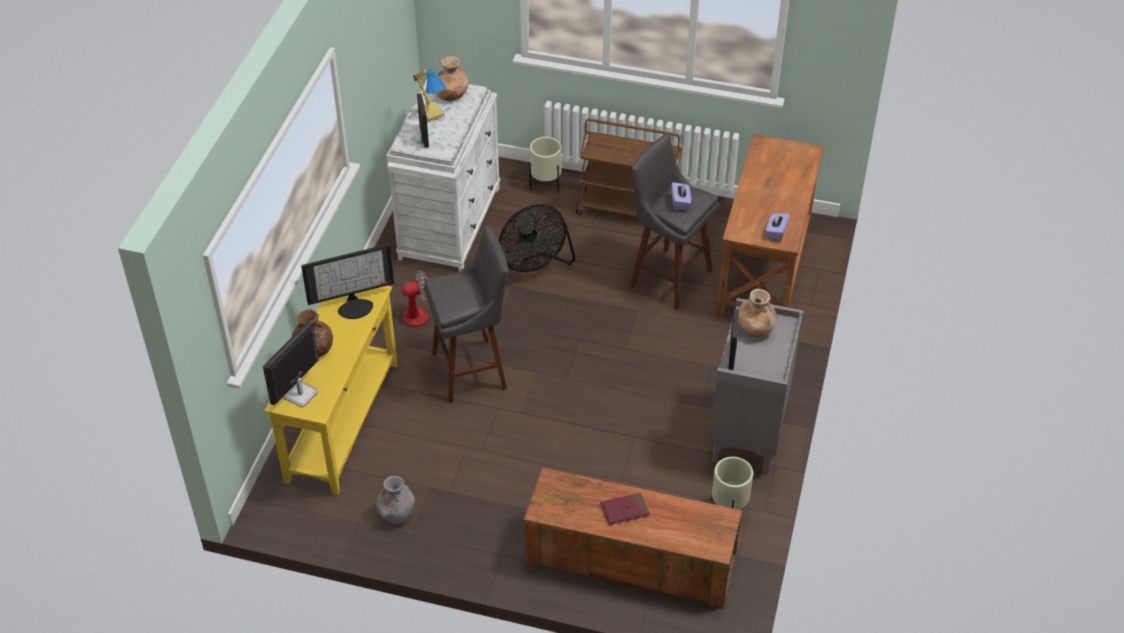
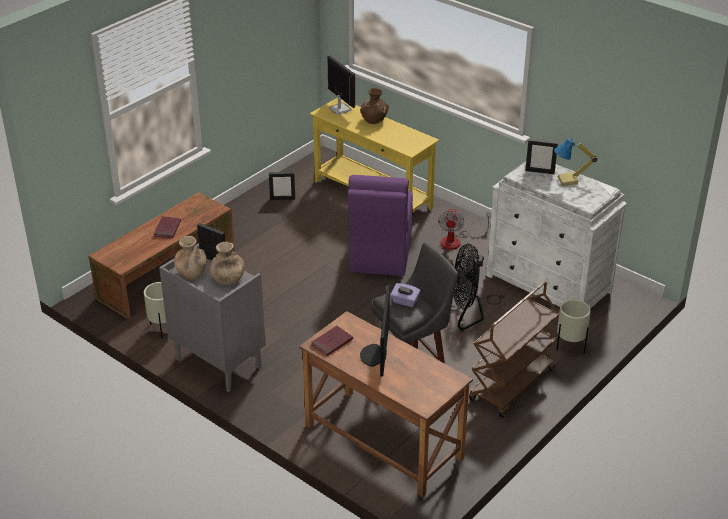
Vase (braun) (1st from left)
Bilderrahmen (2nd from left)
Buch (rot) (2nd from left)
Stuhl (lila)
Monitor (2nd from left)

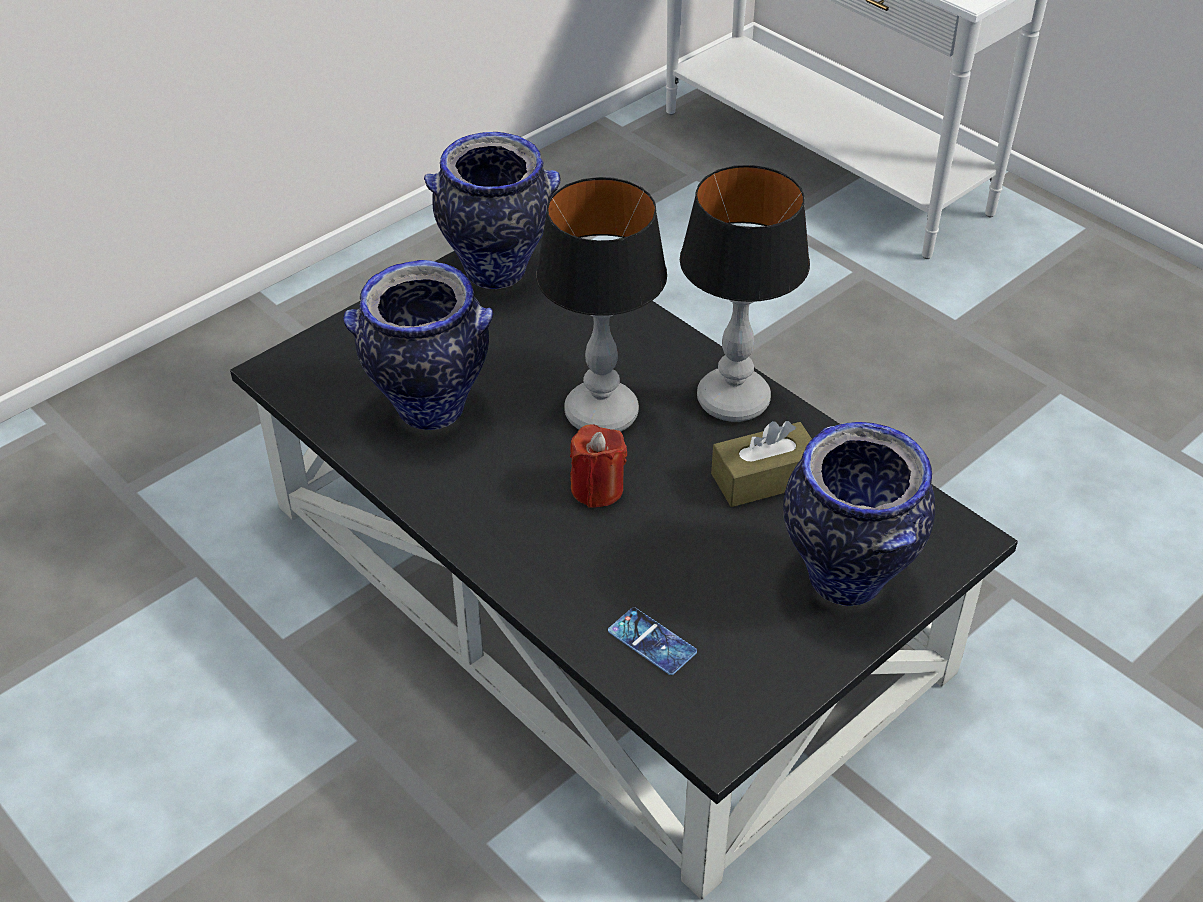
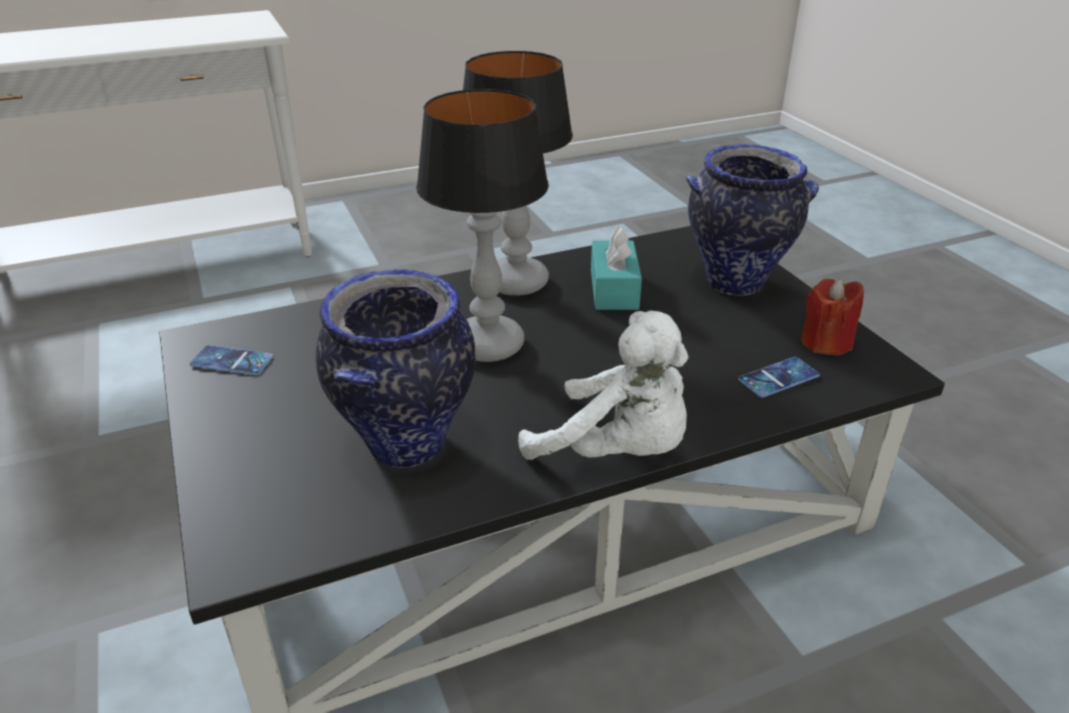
Handy (1st from left)
Plüschtier (weiß)
Taschentuchbox (türkis)
Kerze (rot)

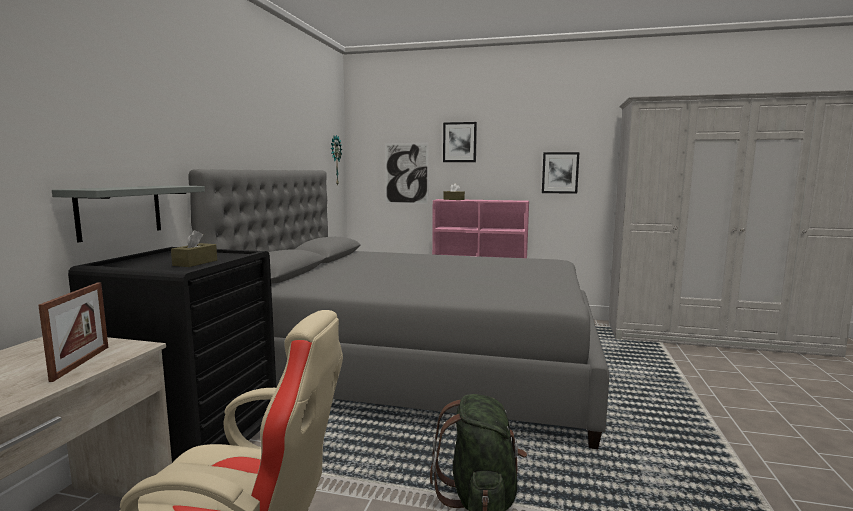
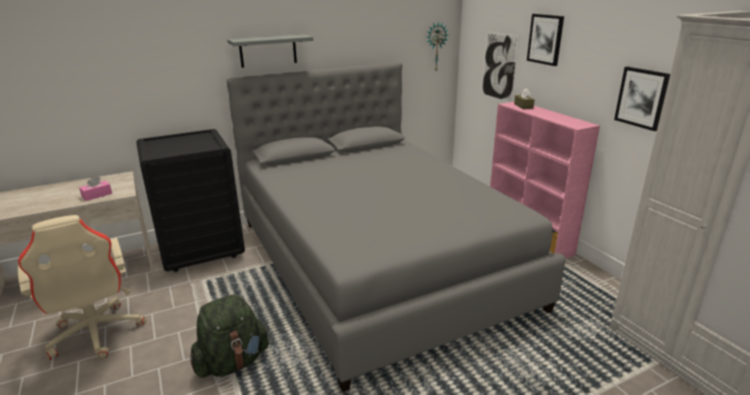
Taschentuchbox (rosa)
Wandregal (grau)
Taschentuchbox (braun) (1st from left in the first image)

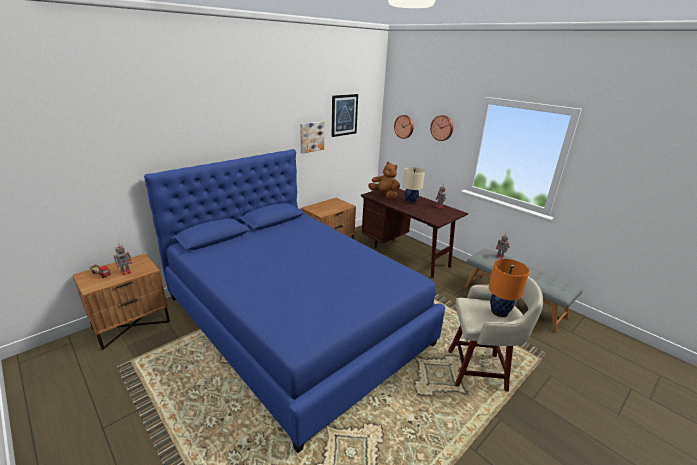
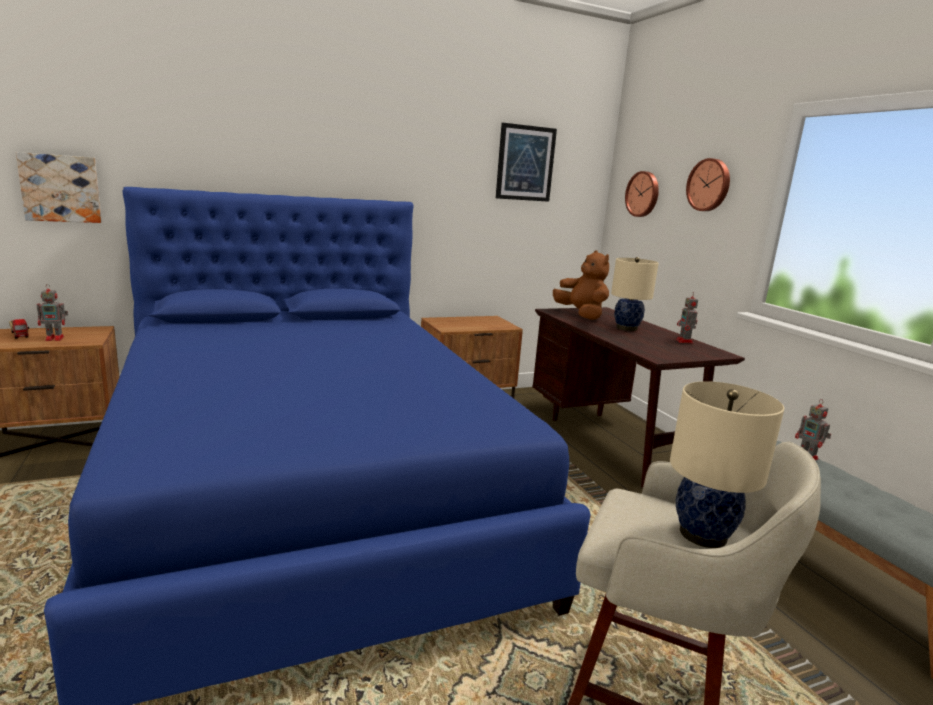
Bild (1st from left)
Tischlampe (beige) (2nd from left)

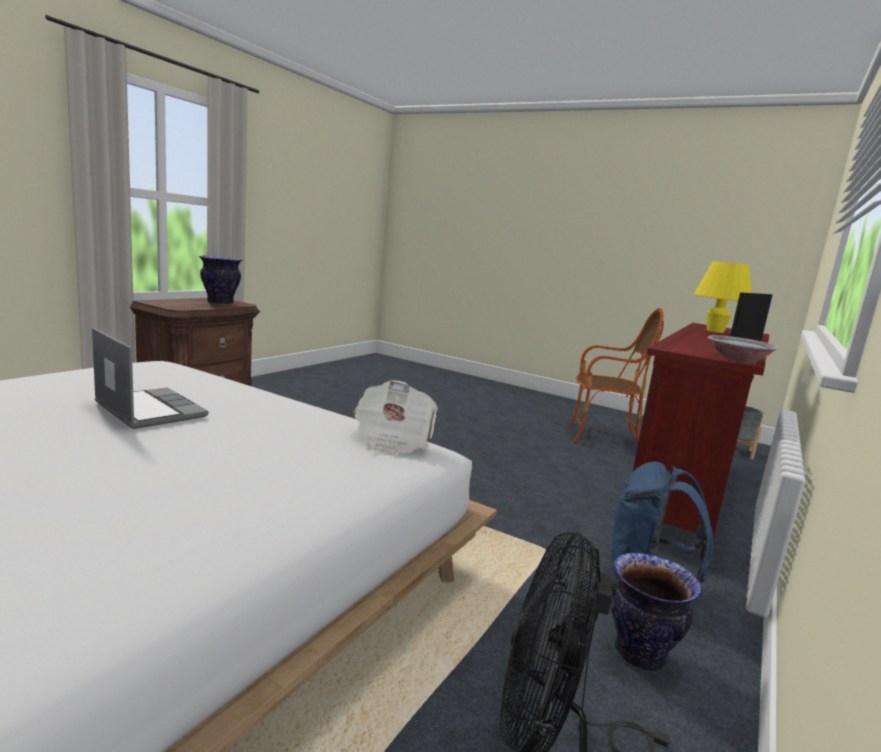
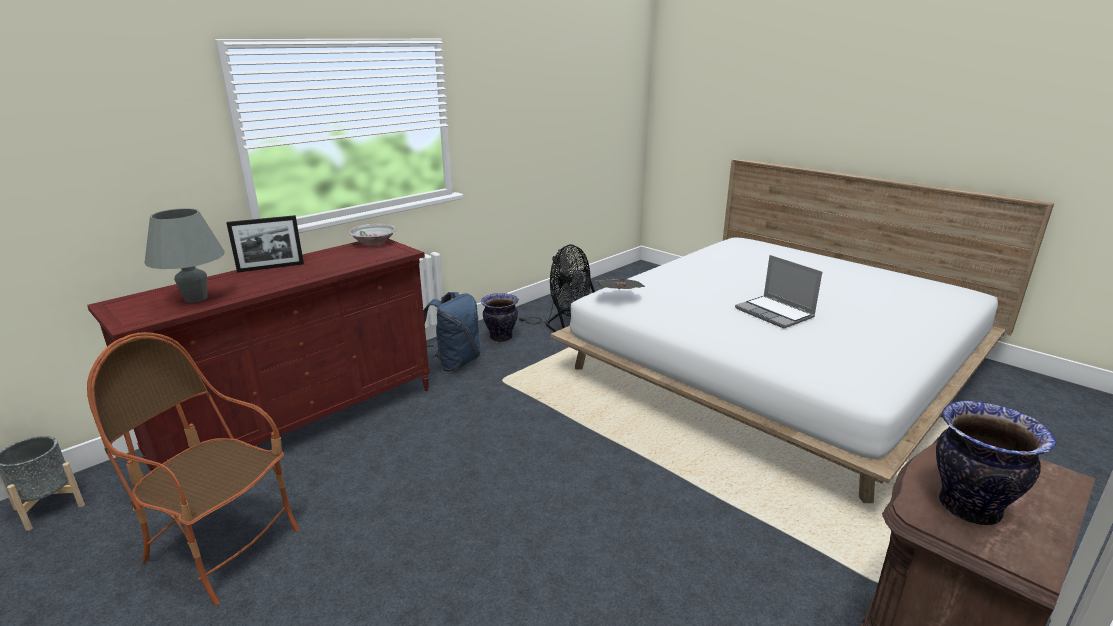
Tischlampe (grau)

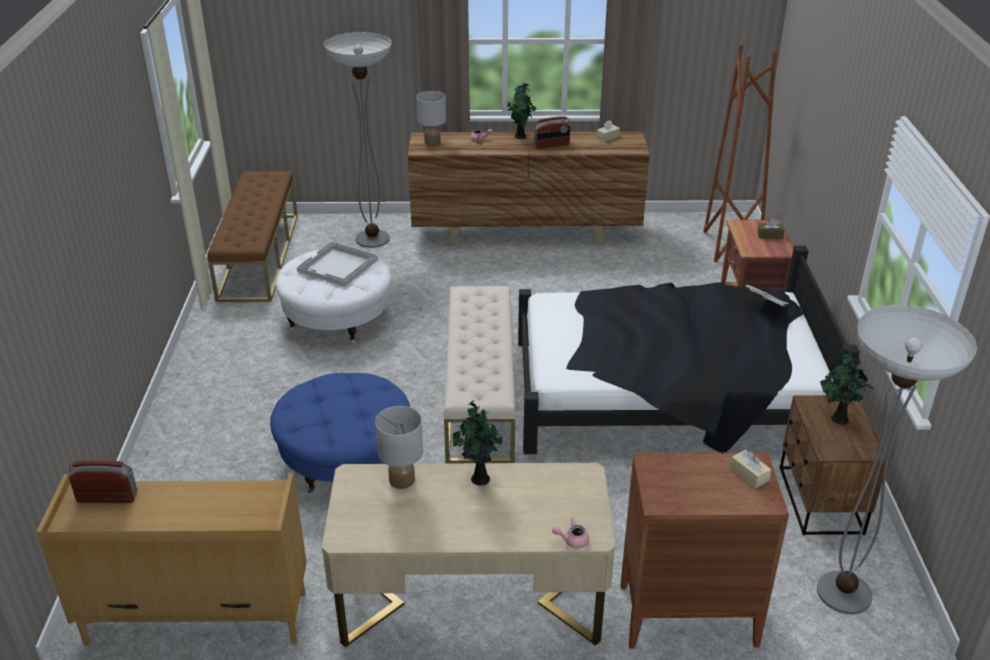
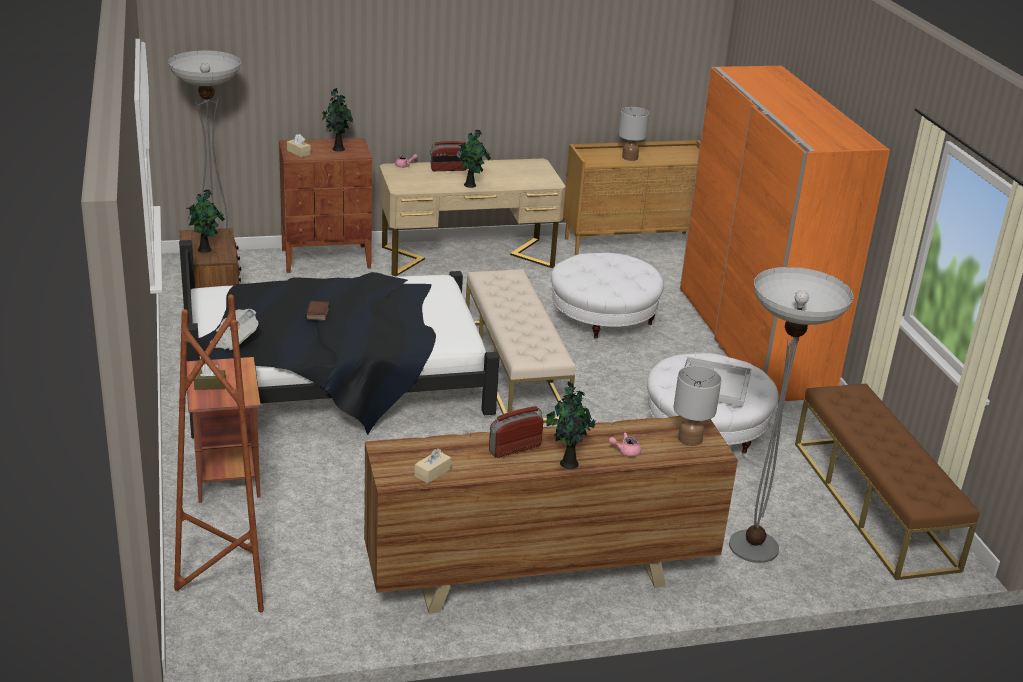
Buch
Topfpflanze (2nd from left)
Radio (1st from left)
Polsterhocker (weiß) (1st from left)
Tischlampe (grau) (1st from left)
Kleiderschrank (orange)

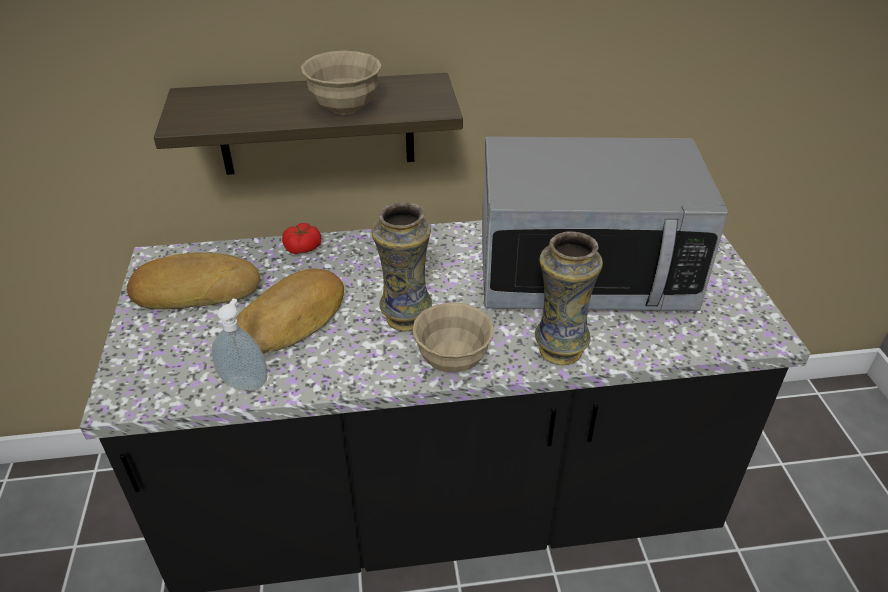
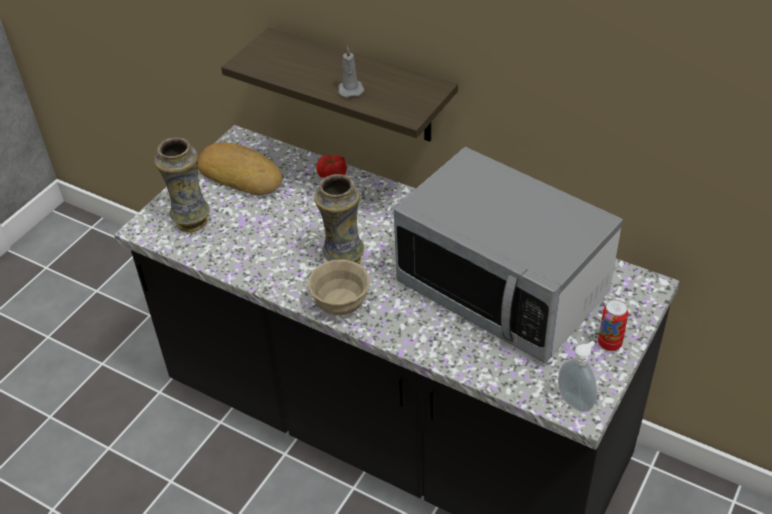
Vase (1st from left)
Kerze (grau)
Seifenspender
Dose
Brot (2nd from left in the first image)

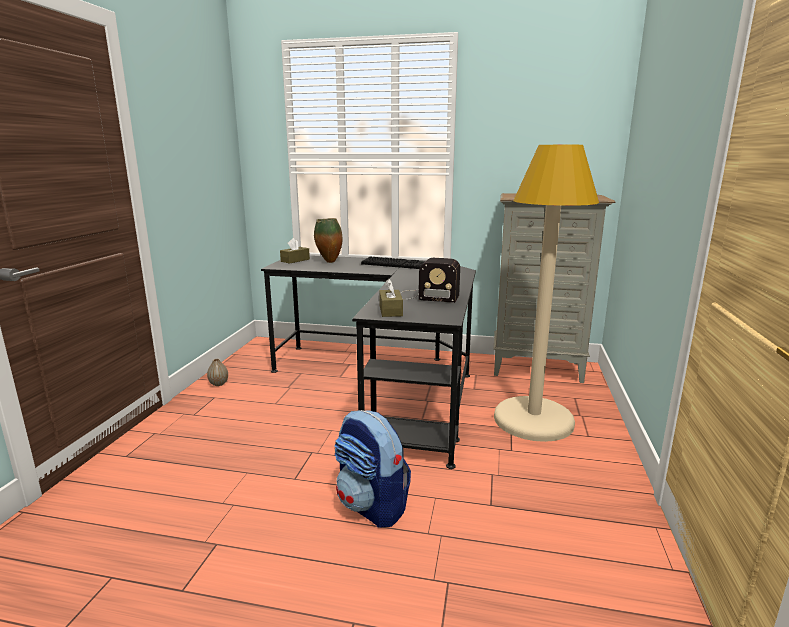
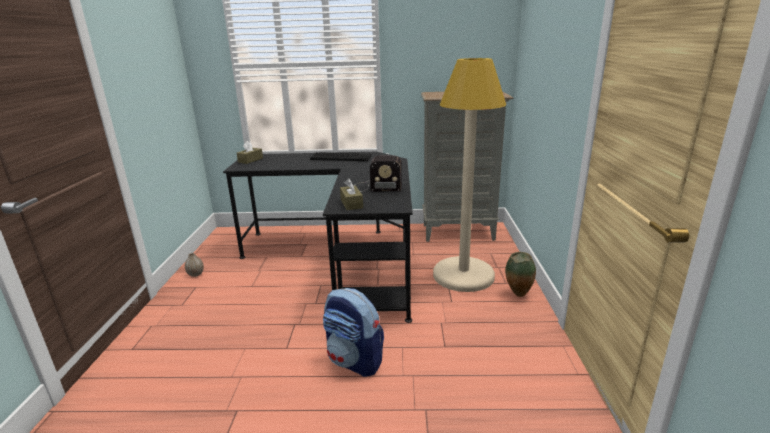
Vase (2nd from left)

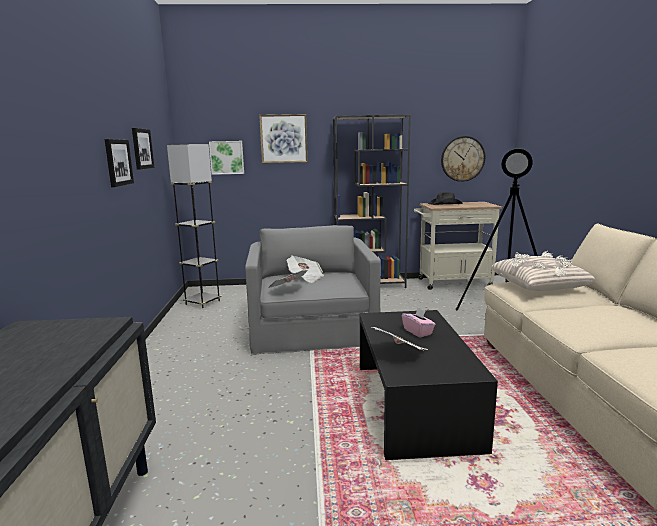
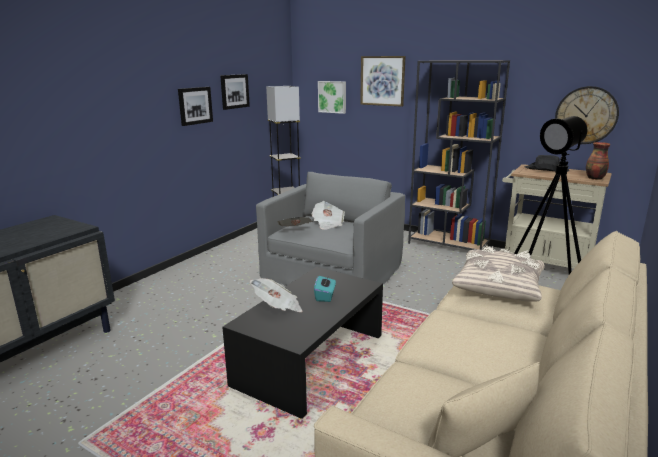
Taschentuchbox (türkis)
Vase

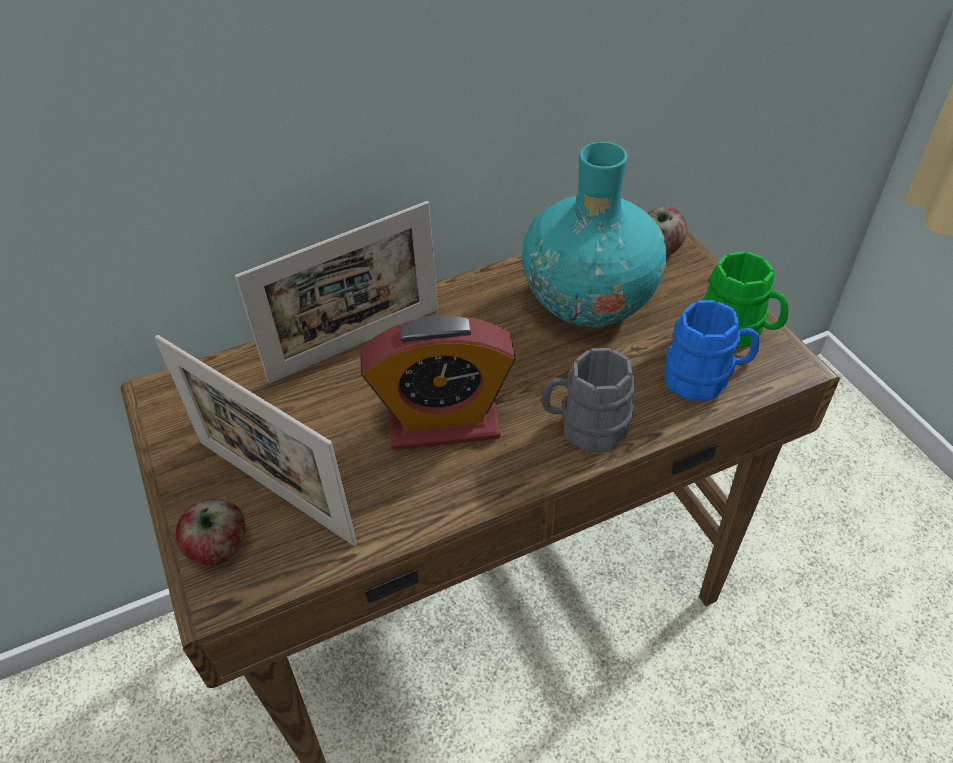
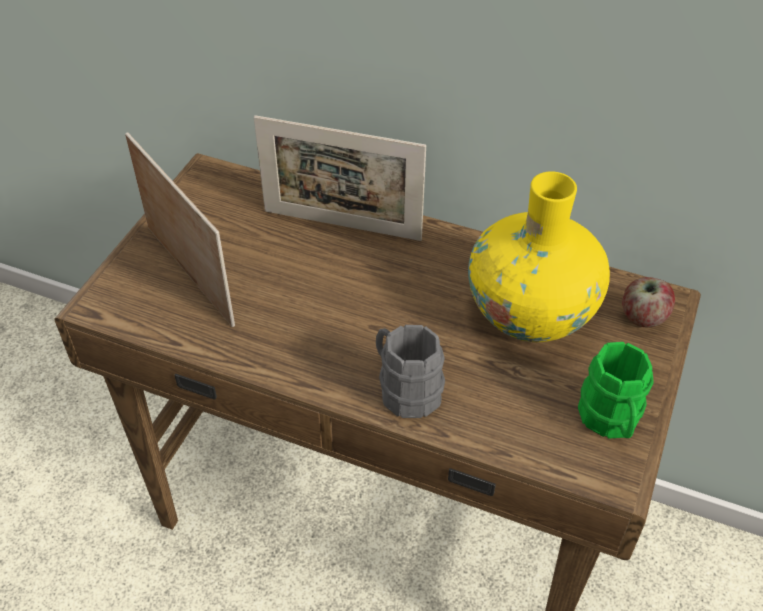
Bilderrahmen (1st from left)
Vase (gelb)
Apfel (1st from left in the first image)
Wecker
Henkelbecher (blau)

